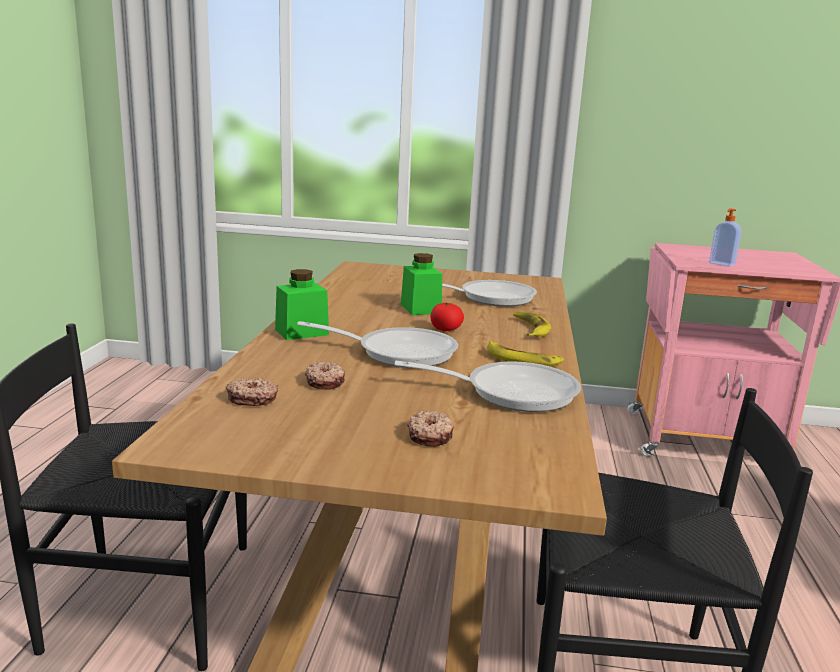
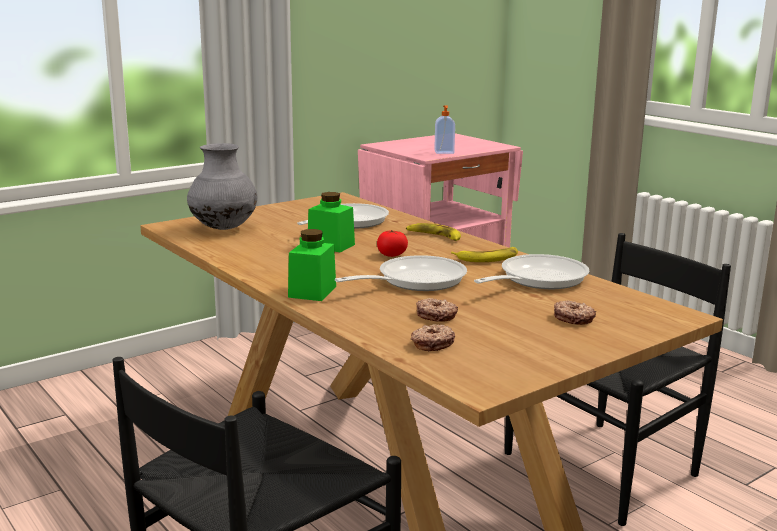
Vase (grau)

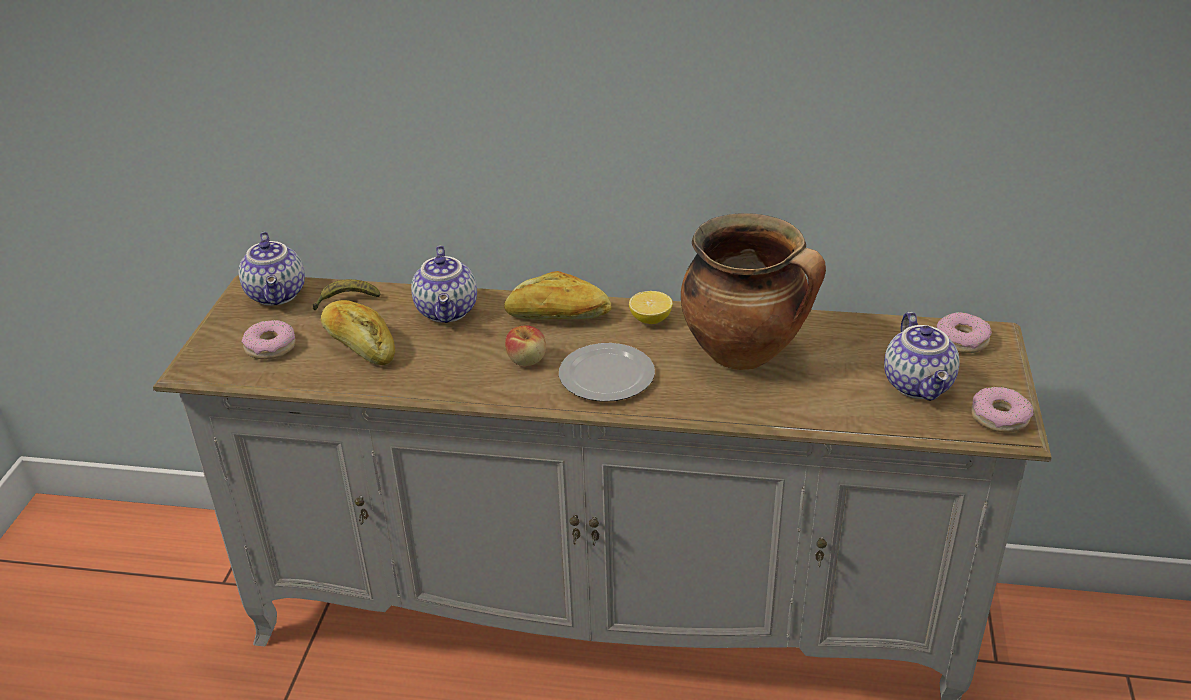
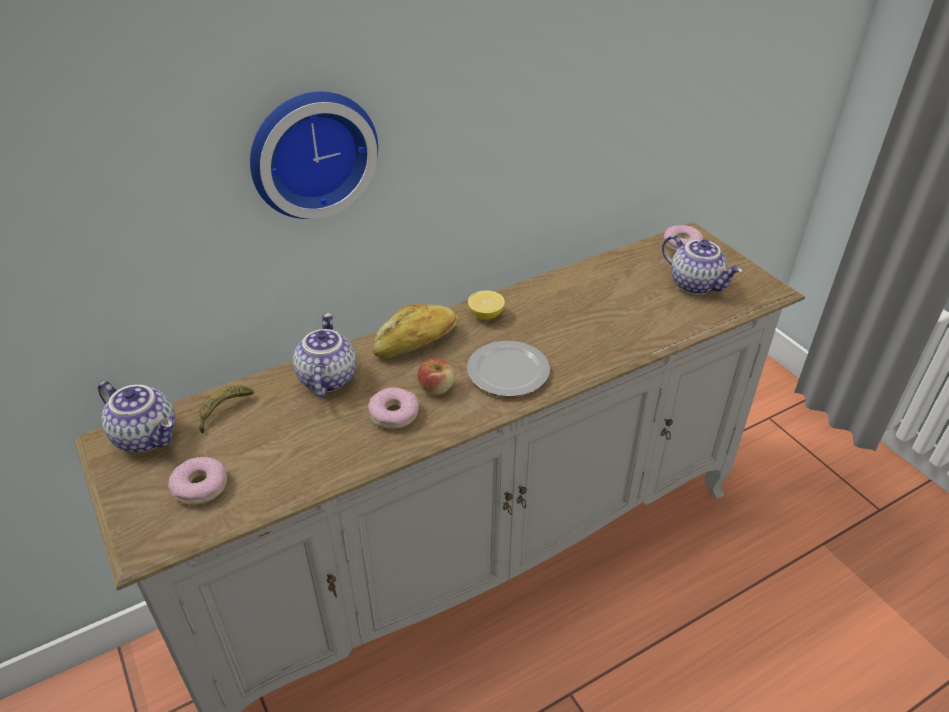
Wanduhr
Teekanne (2nd from left)
Donut (2nd from left)
Brot (1st from left in the first image)
Kochtopf

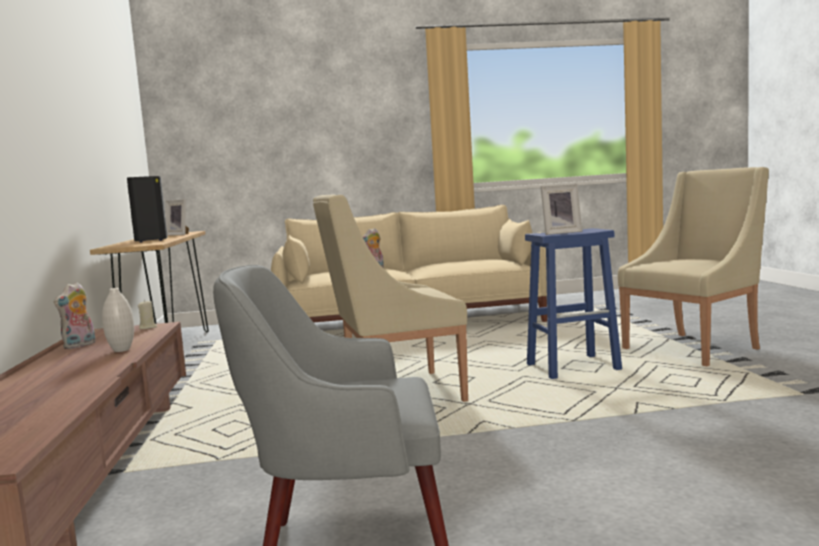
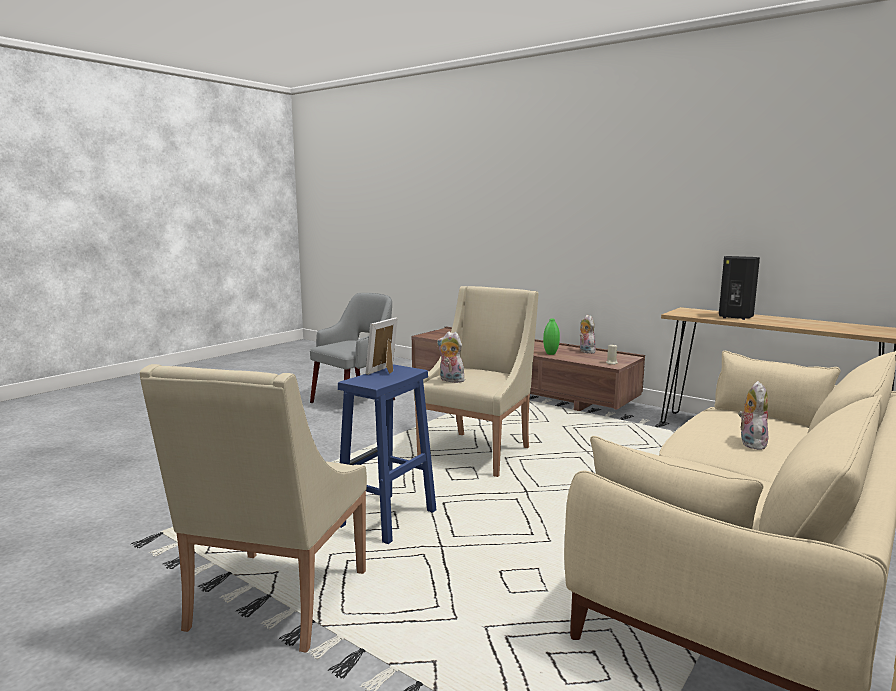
Plüschtier (1st from left)
Vase (grün)
Bilderrahmen (1st from left in the first image)

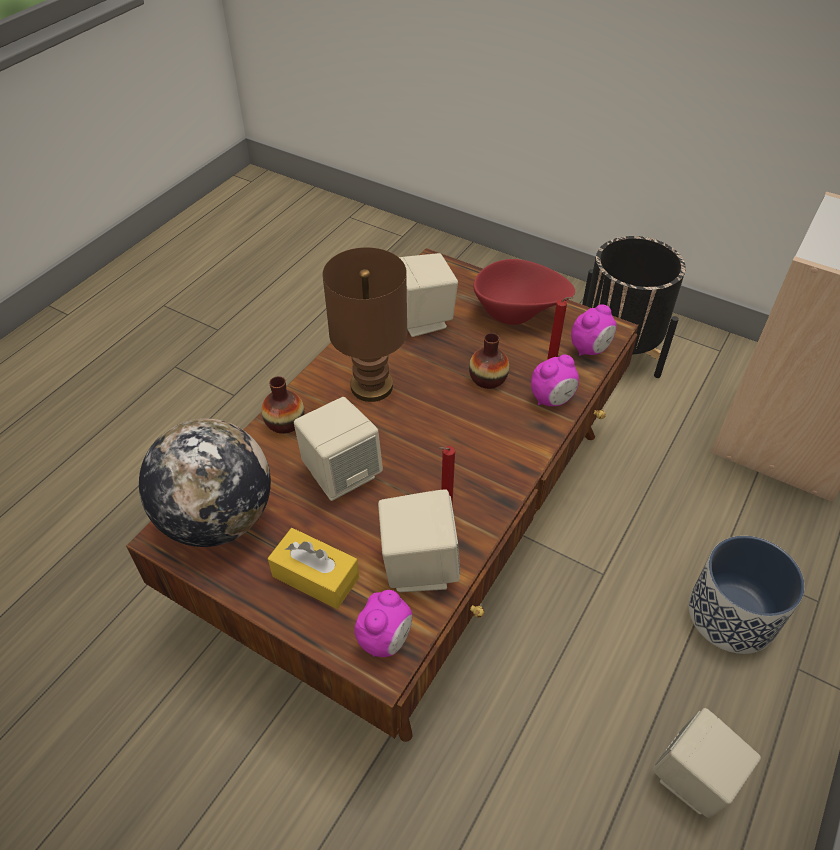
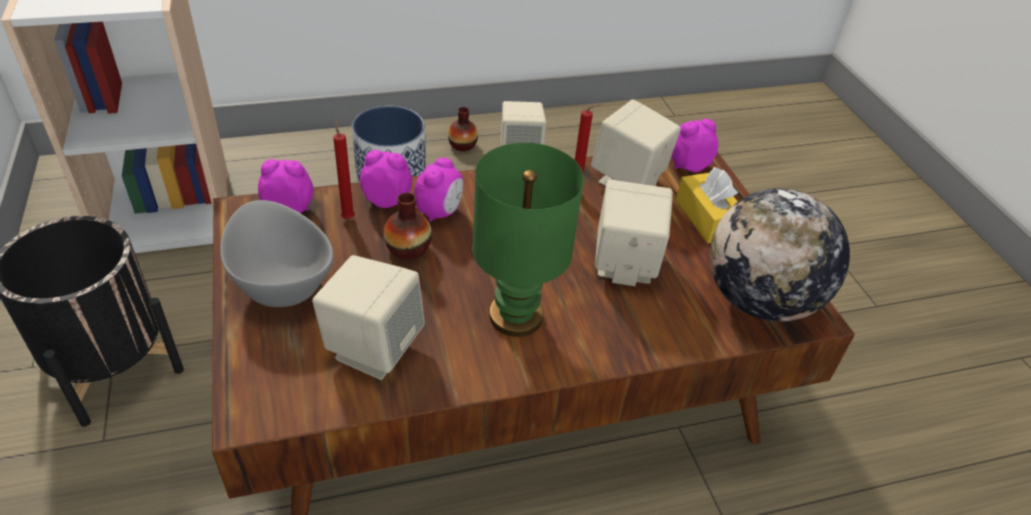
Schüssel (grau)
Wecker (3rd from left)
Vase (2nd from left)
Tischlampe (grün)

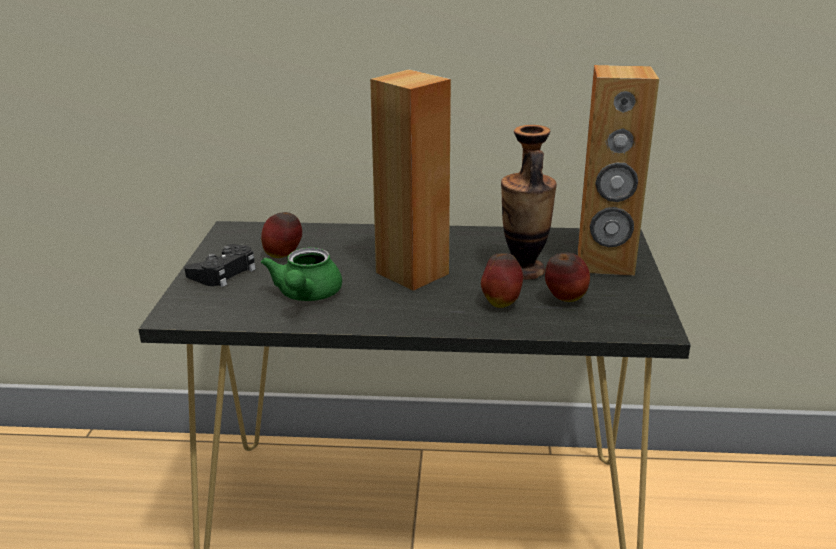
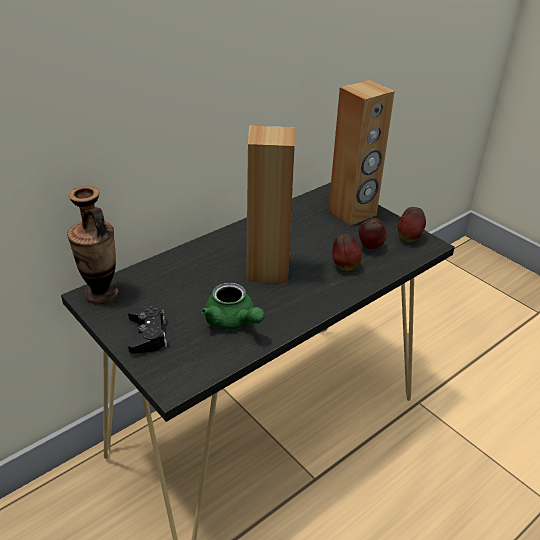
Vase
Apfel (3rd from left)

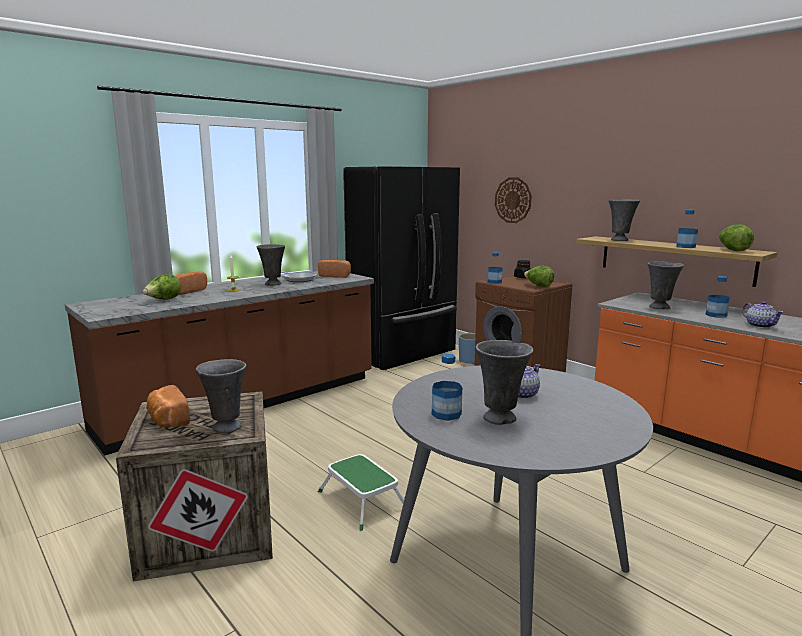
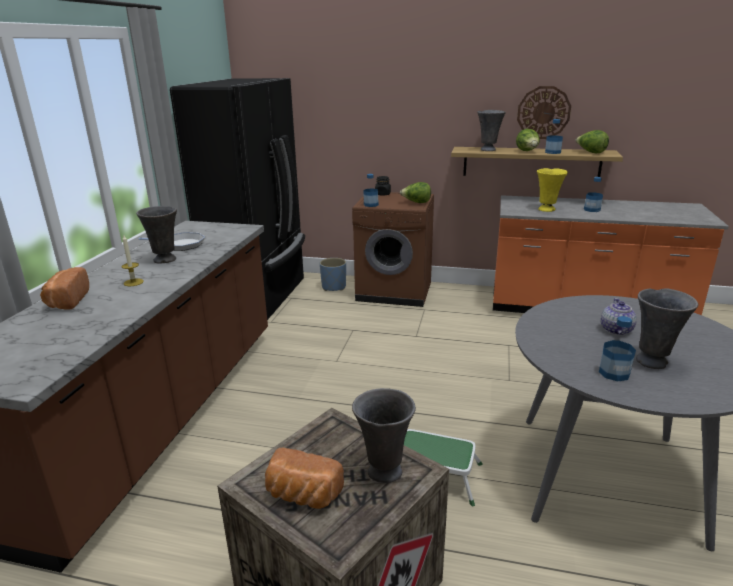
Salatkopf (2nd from left)
Wanduhr
Vase (gelb)
Brot (3rd from left in the first image)
Teekanne (2nd from left in the first image)

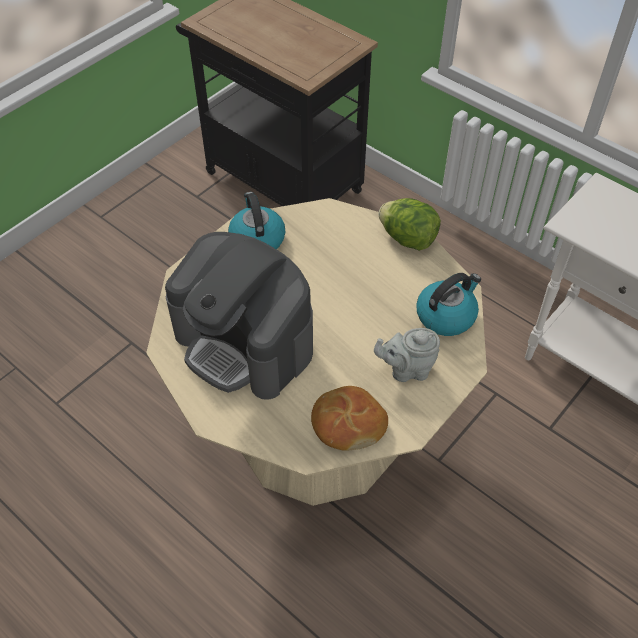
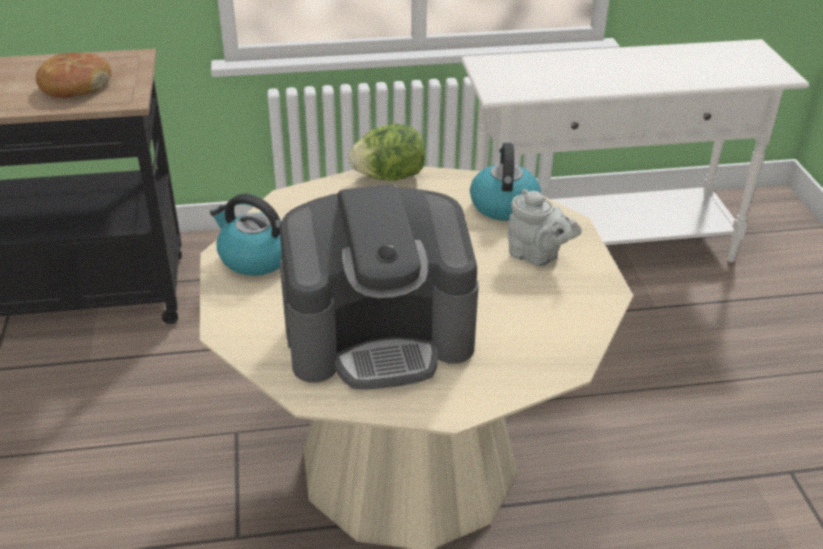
Brot
Teekanne (grau)

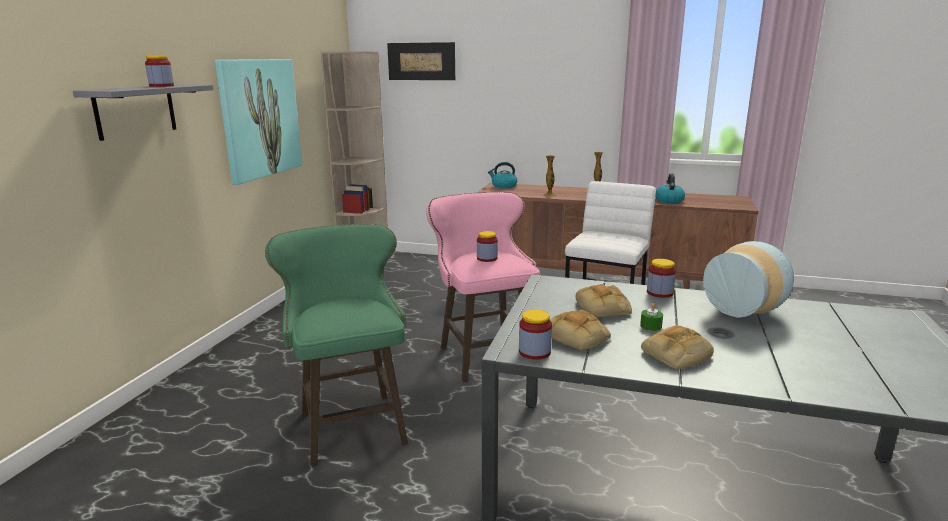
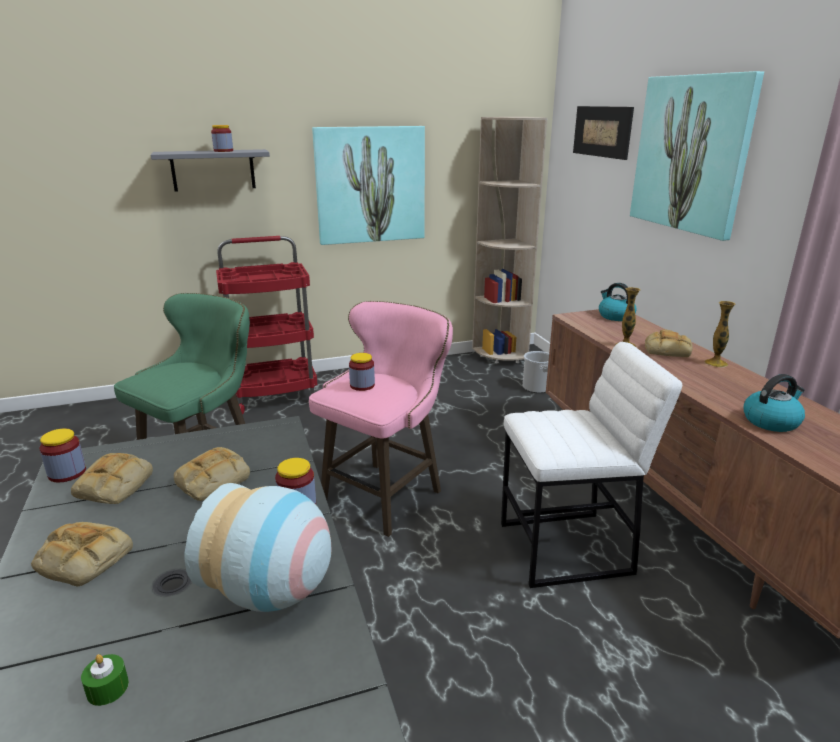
Kerze (grün)
Rollwagen (rot)
Eimer
Bild (3rd from left)
Brot (4th from left)

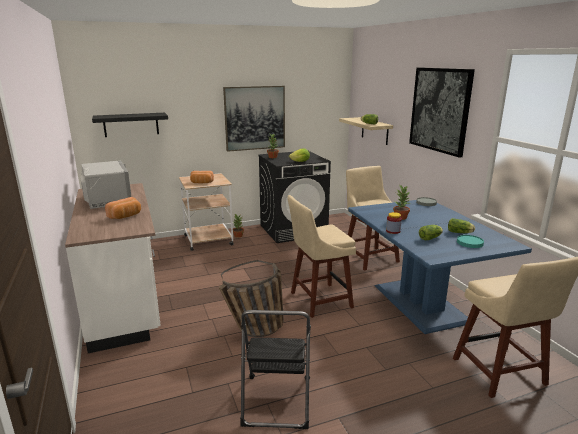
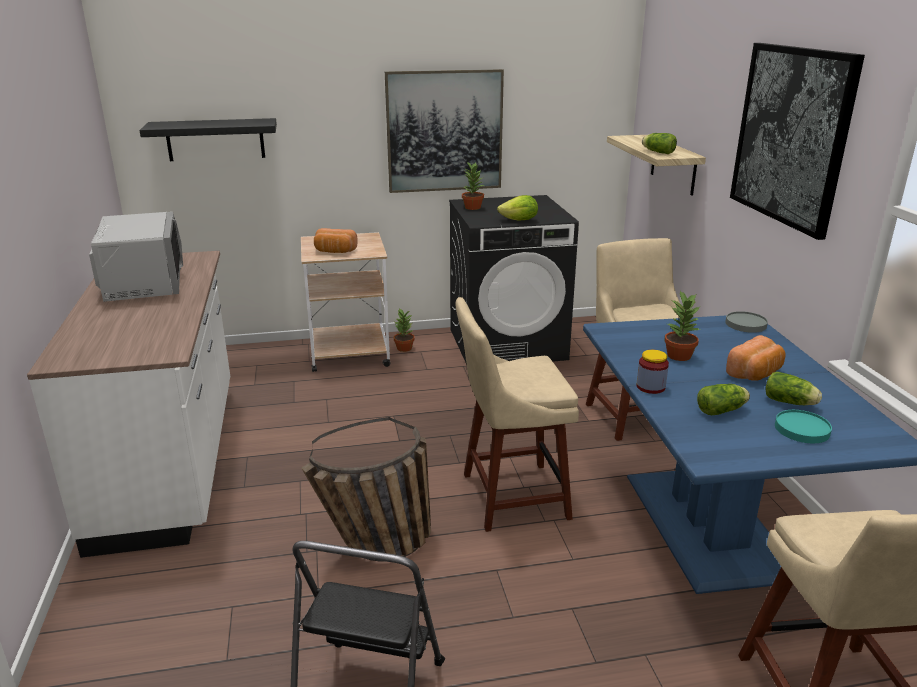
Brot (2nd from left)

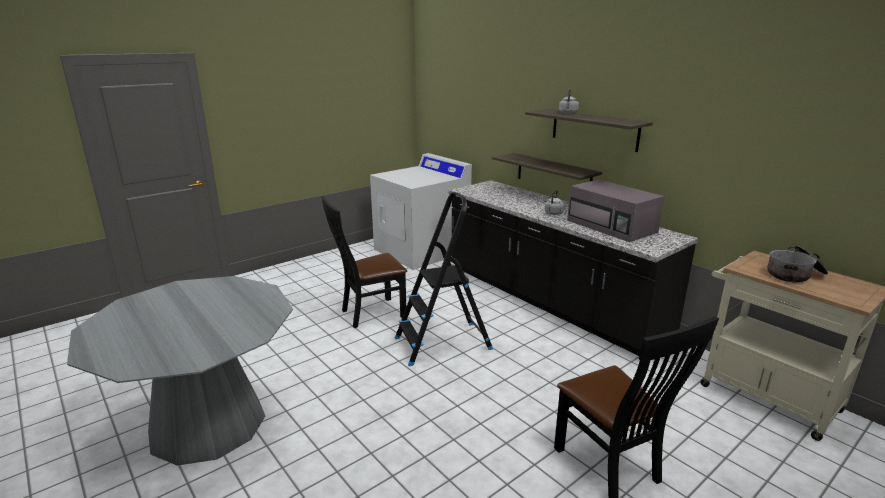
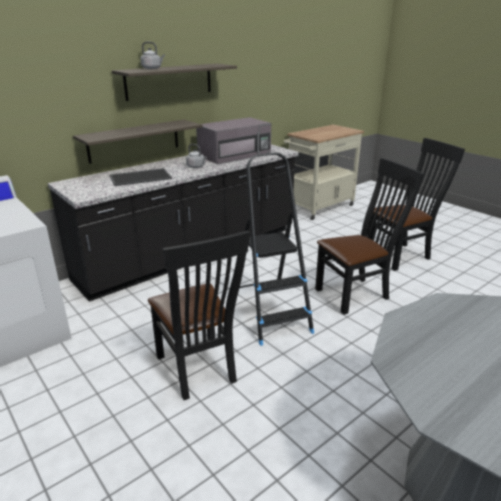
Tablett
Stuhl (schwarz) (2nd from left)
Kochtopf

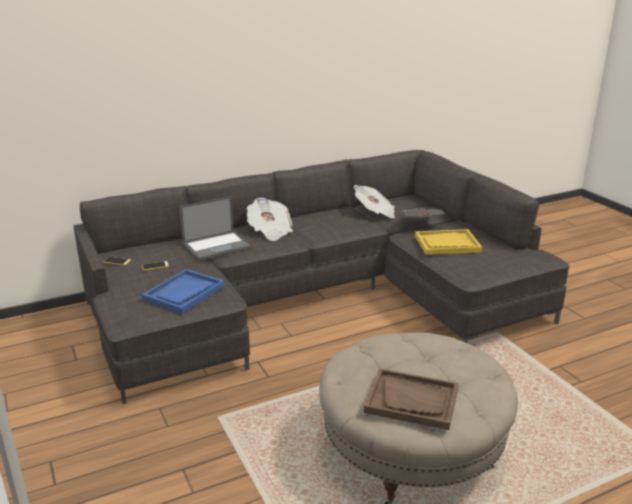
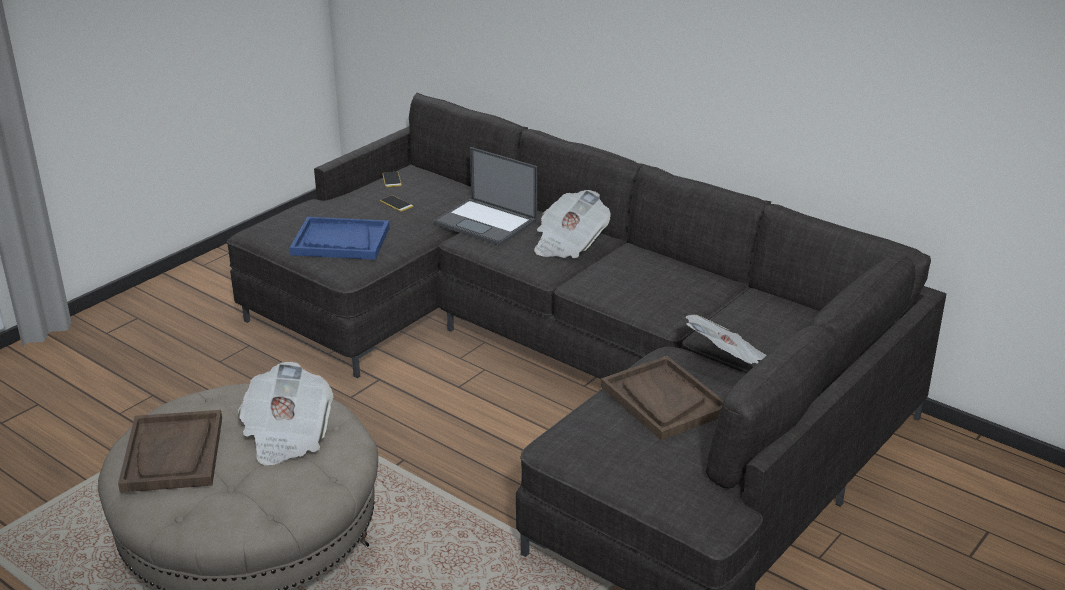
Zeitung (1st from left)
Tablett (braun) (2nd from left)

